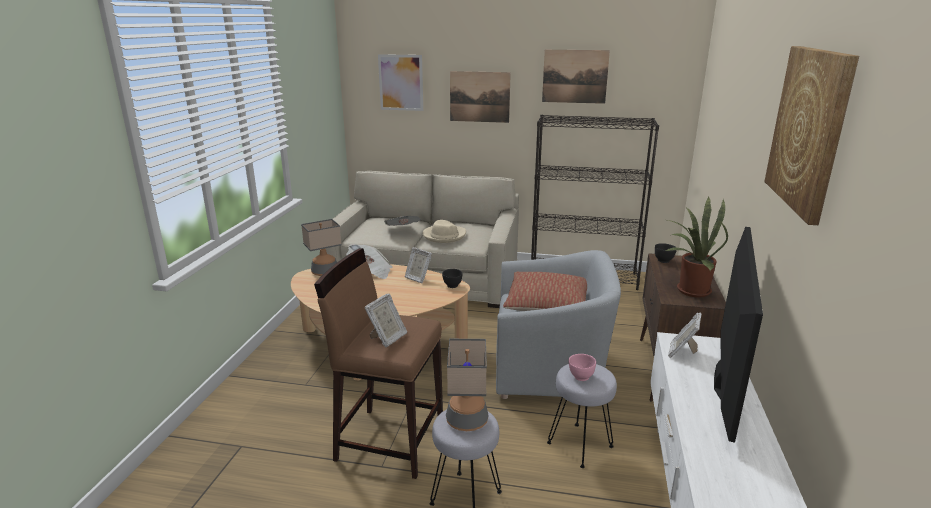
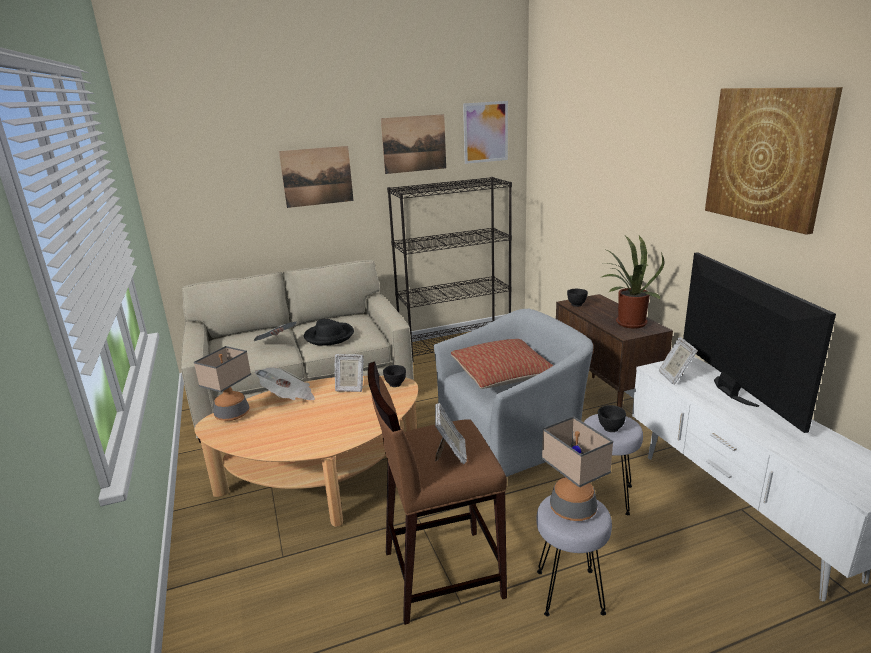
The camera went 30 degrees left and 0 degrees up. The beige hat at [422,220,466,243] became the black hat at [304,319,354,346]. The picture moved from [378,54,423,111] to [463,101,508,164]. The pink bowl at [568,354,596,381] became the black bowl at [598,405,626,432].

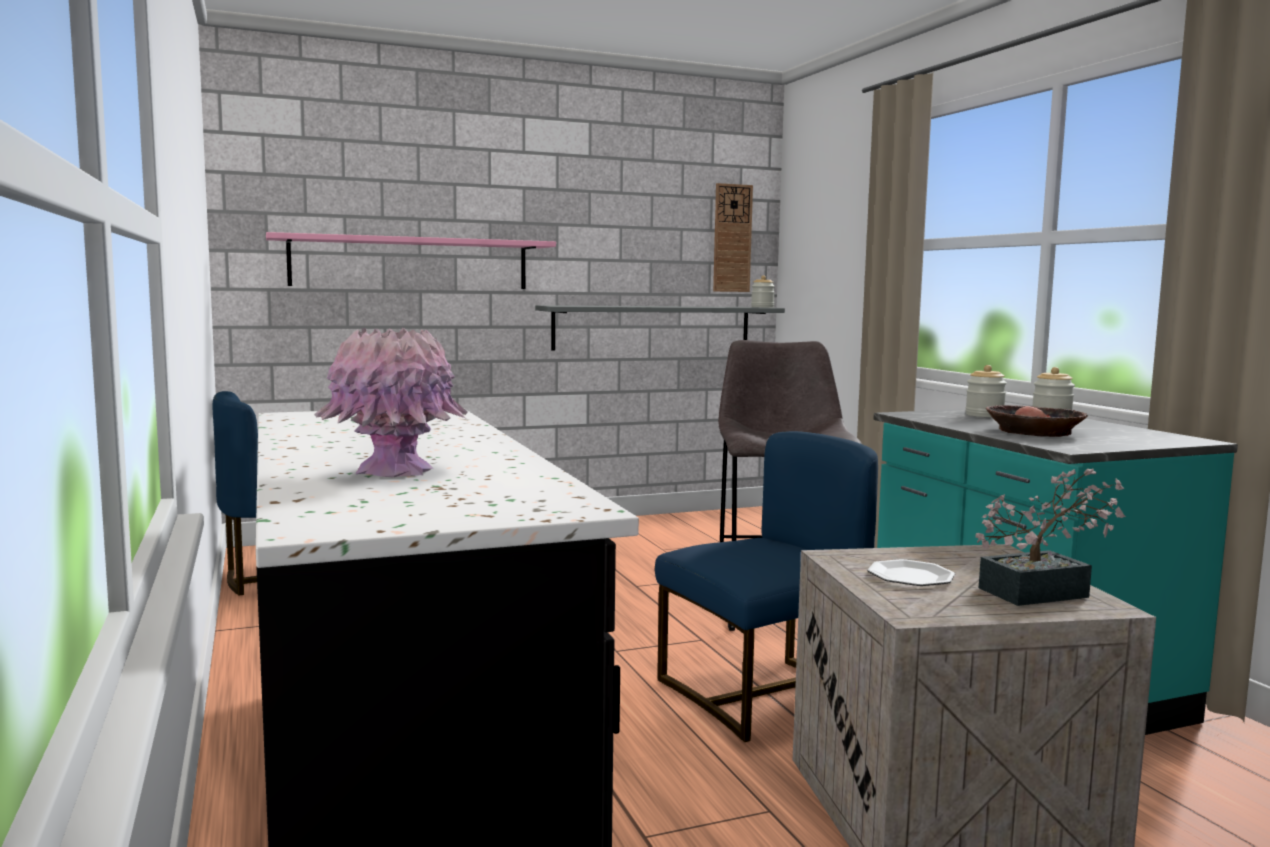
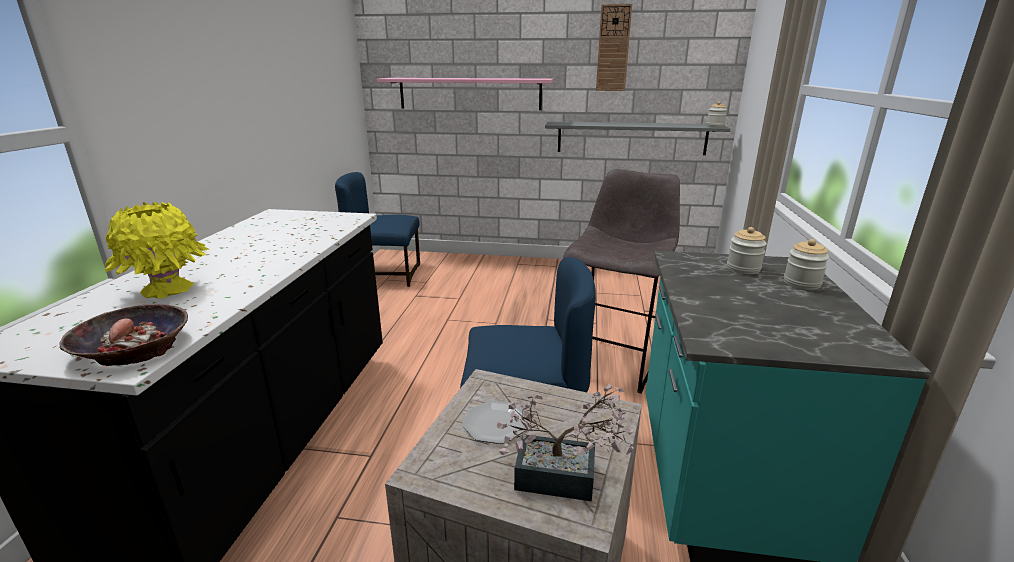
The camera went 30 degrees right and 15 degrees up. The bowl moved from [986,405,1087,437] to [60,304,188,366]. The pink vase at [314,328,468,477] became the yellow vase at [105,202,209,298]. The wall clock moved from [713,183,753,292] to [596,4,632,91].

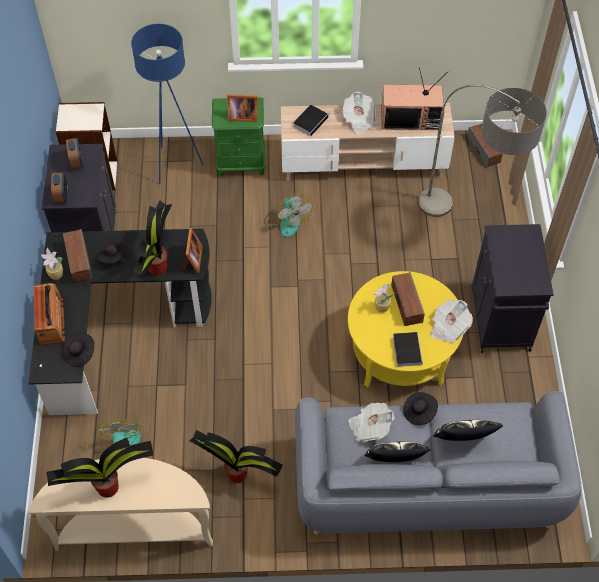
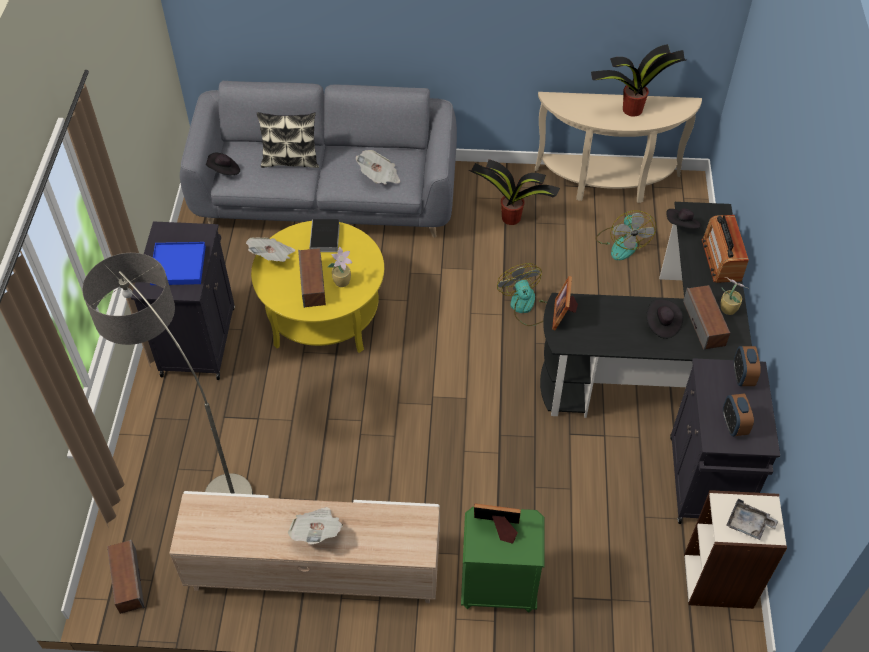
The camera went 175 degrees left and 5 degrees down. The blue tray at [150,242,206,285] appeared. The black hat moved from [403,392,438,426] to [205,153,240,175]. The fan moved from [264,193,313,238] to [497,263,547,326]. The grey tray at [727,499,778,540] appeared. The blue floor lamp at [131,24,203,184] disappeared. The potted plant at [133,200,172,276] disappeared. The book at [293,105,328,136] disappeared. The pillow at [364,442,431,462] disappeared. The television at [381,68,448,130] disappeared.

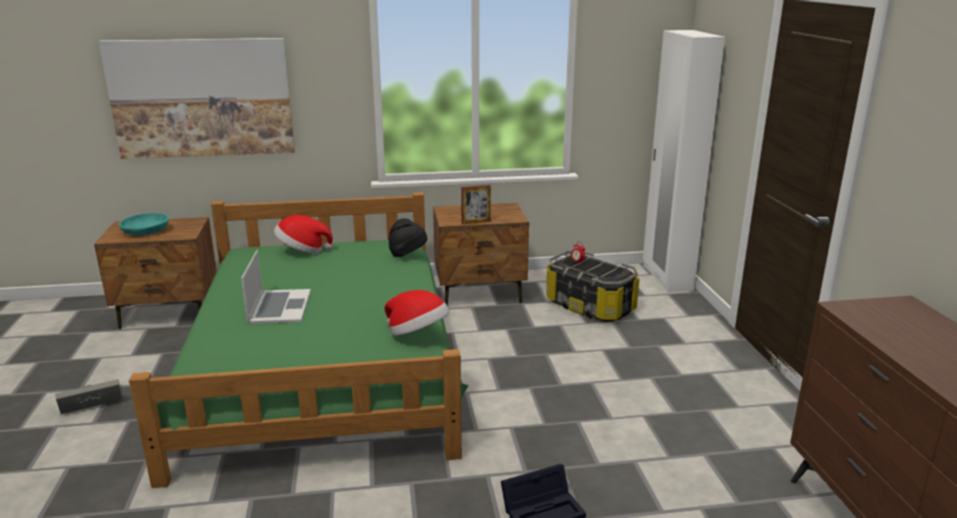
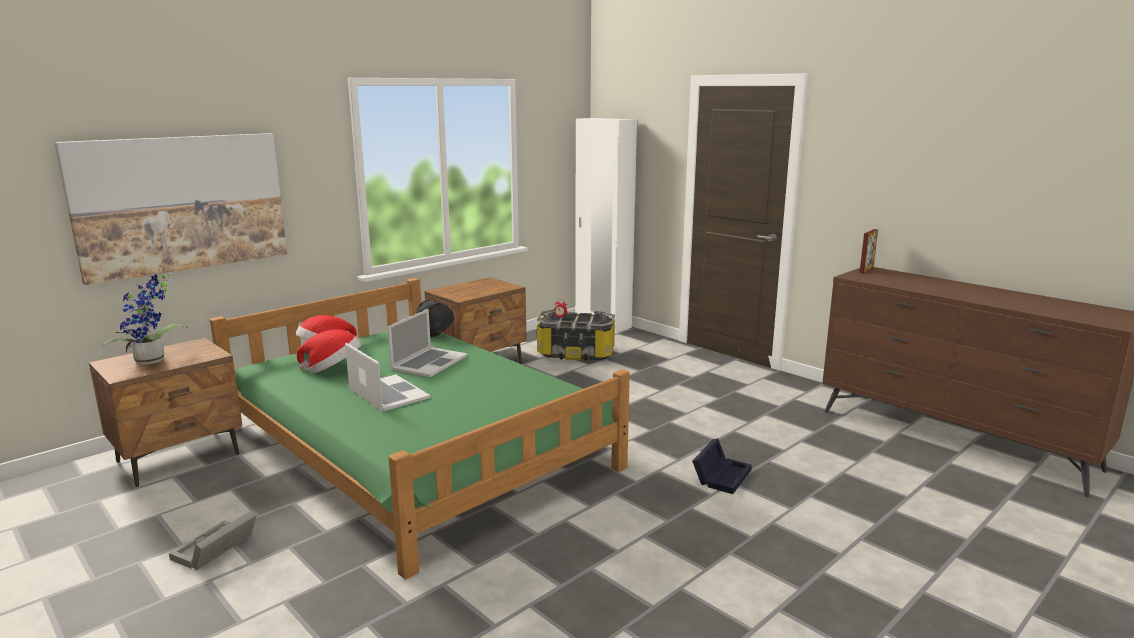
The camera went 35 degrees left and 5 degrees down. The turquoise bowl at [119,213,169,235] was replaced by the potted plant at [103,272,186,364]. The hat moved from [385,290,450,336] to [297,329,361,373]. The laptop at [388,309,468,377] appeared. The picture frame moved from [461,185,491,224] to [860,229,878,273].

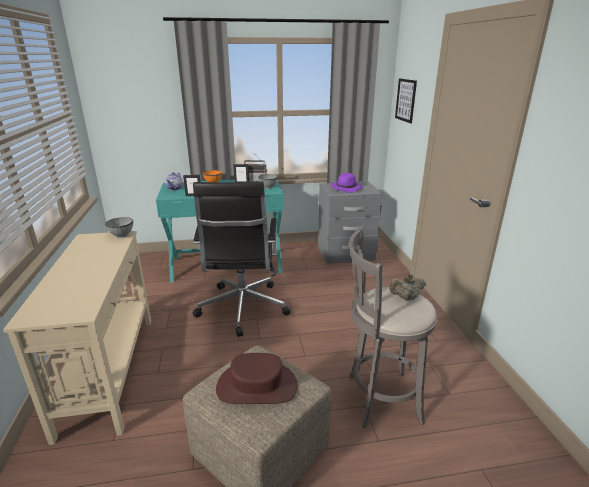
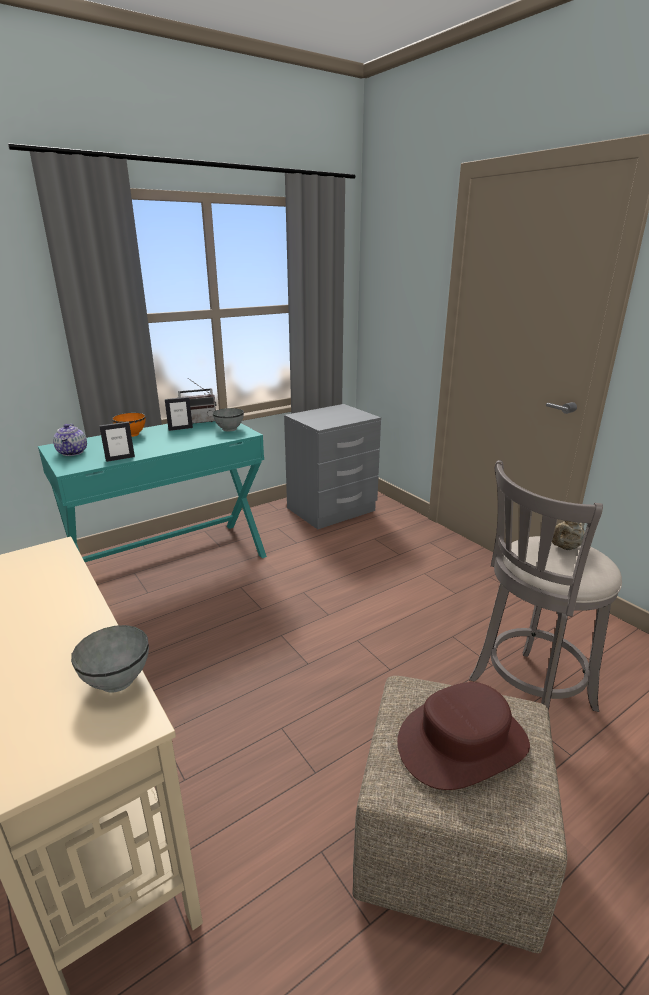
The camera went 25 degrees left and 0 degrees up. The grey bowl moved from [105,217,133,238] to [71,625,149,693]. The black office chair at [193,181,291,337] disappeared. The purple hat at [331,173,363,193] disappeared. The picture at [395,79,417,123] disappeared.

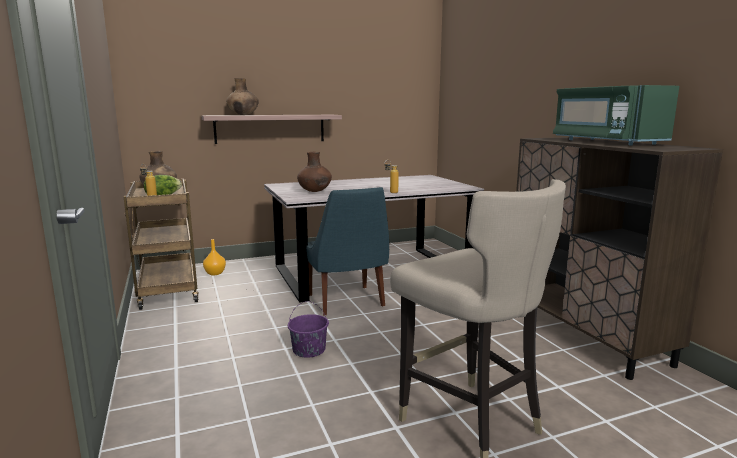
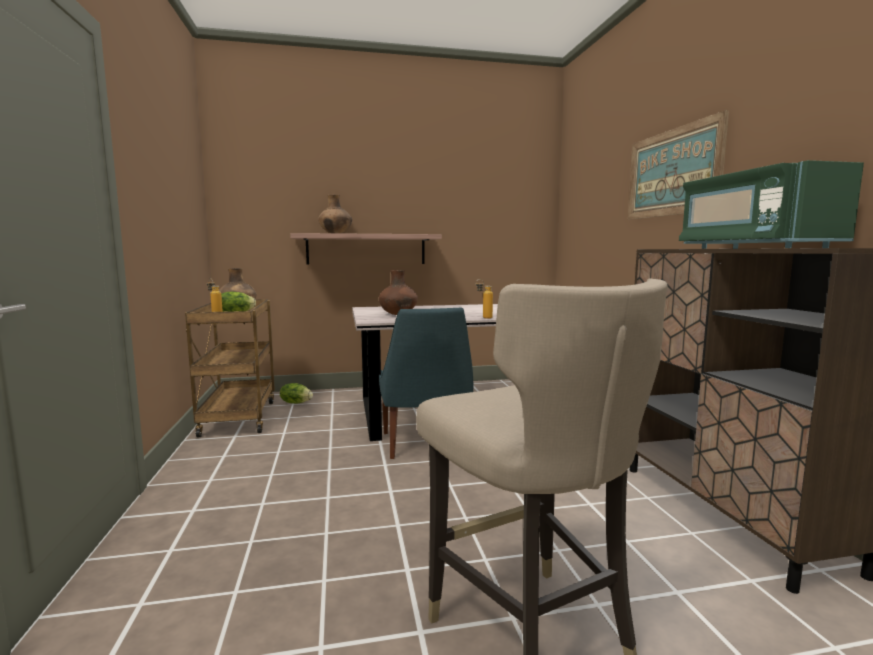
The camera went 10 degrees right and 5 degrees down. The orange vase at [203,239,226,275] was replaced by the lettuce at [280,383,313,404]. The picture at [628,110,729,220] appeared. The purple bucket at [288,301,329,358] disappeared.

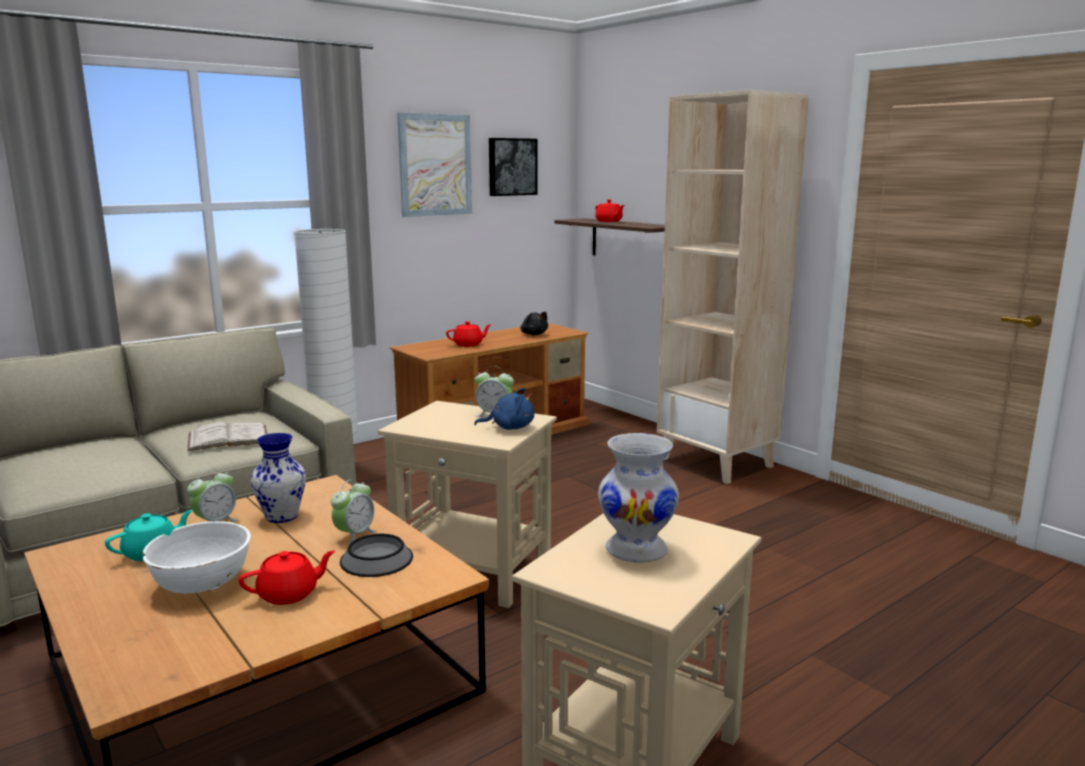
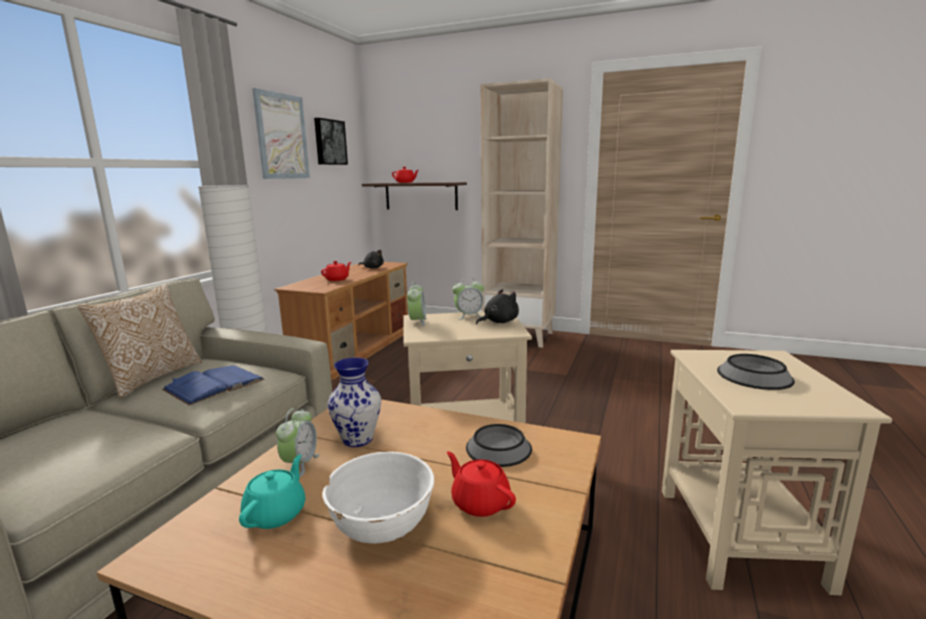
The camera went 30 degrees left and 0 degrees up. The pillow at [78,284,202,398] appeared. The white book at [187,421,267,451] became the blue book at [162,365,265,405]. The alarm clock moved from [331,479,376,545] to [407,282,427,326]. The red teapot at [239,551,335,605] turned 75 degrees counterclockwise. The blue plush toy at [474,388,535,430] became the black plush toy at [476,289,519,325]. The white vase at [598,433,679,563] was replaced by the bowl at [717,354,795,390].

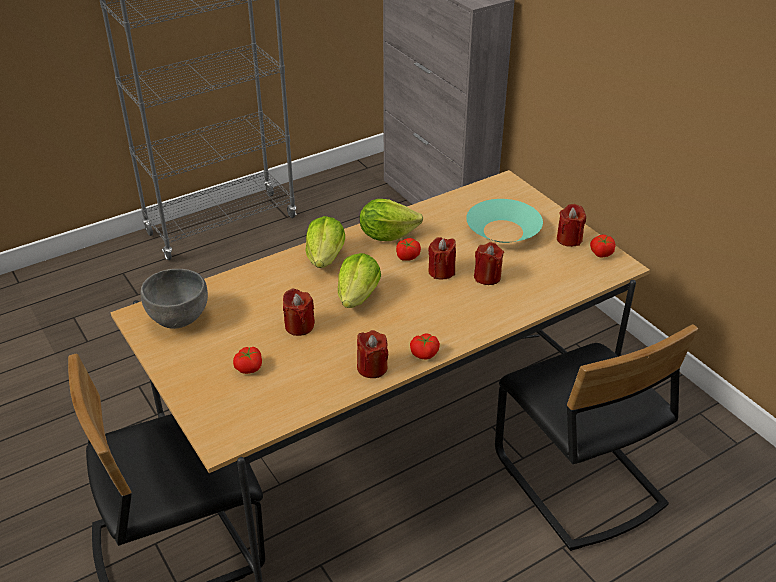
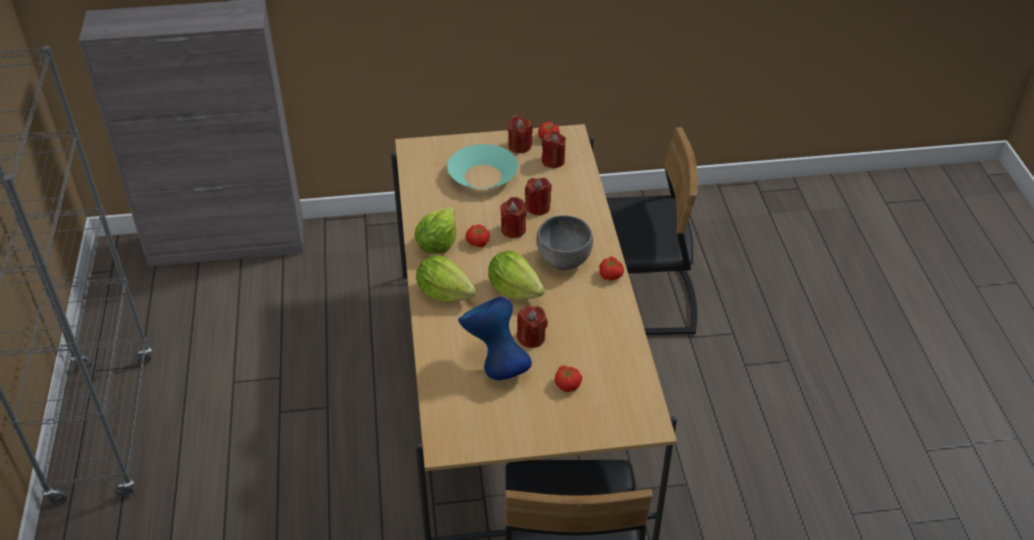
The camera went 65 degrees left and 5 degrees up. The blue vase at [458,297,532,380] appeared. The grey bowl moved from [140,269,208,329] to [536,215,593,270]. The red candle moved from [357,330,389,378] to [542,131,566,168].

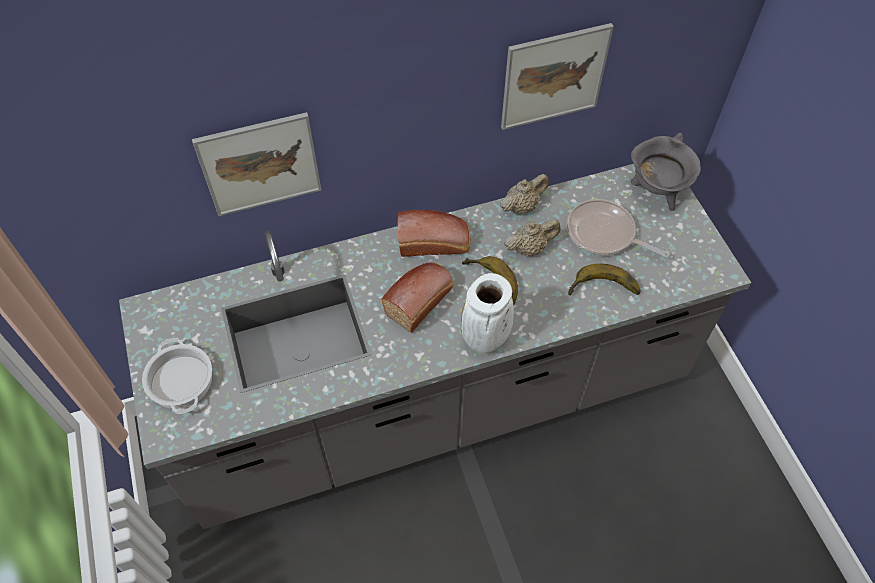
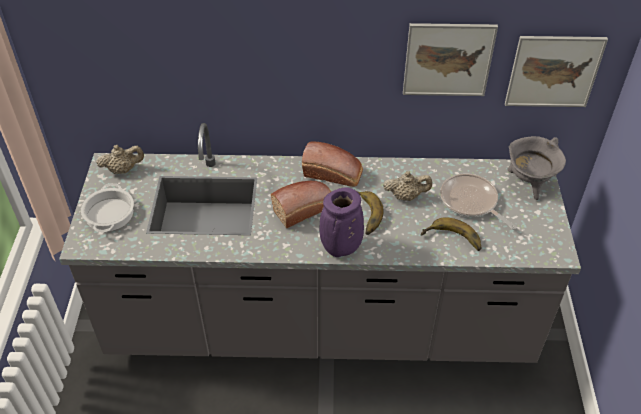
The camera went 20 degrees right and 10 degrees down. The beige teapot moved from [500,174,549,214] to [96,145,144,174]. The white vase at [461,273,514,354] became the purple vase at [320,187,364,257]. The picture moved from [192,112,322,216] to [505,36,608,107].

